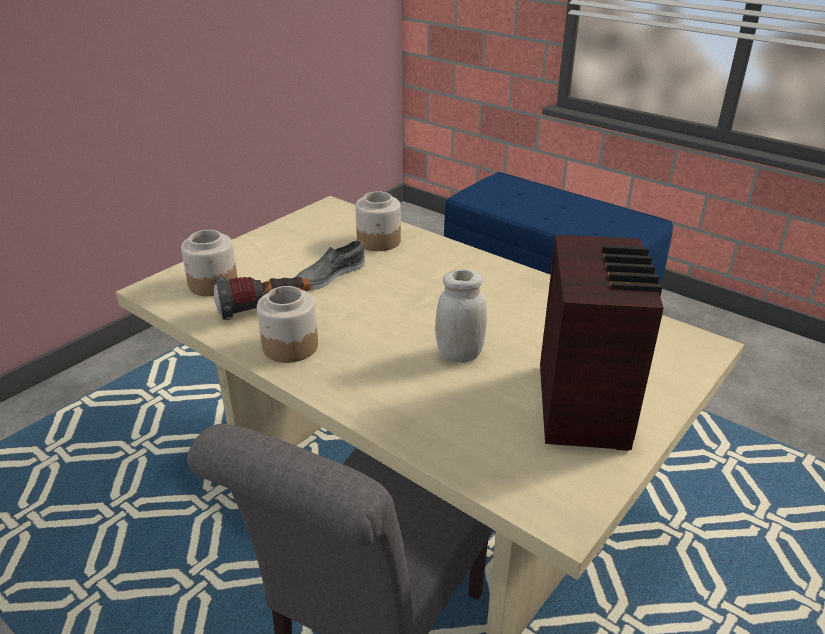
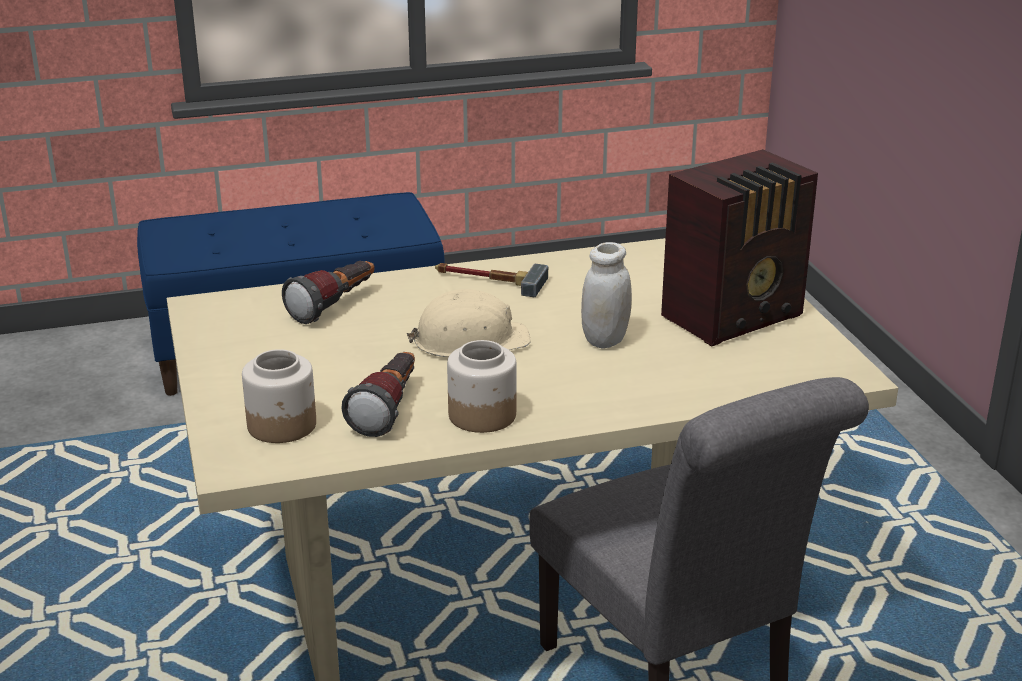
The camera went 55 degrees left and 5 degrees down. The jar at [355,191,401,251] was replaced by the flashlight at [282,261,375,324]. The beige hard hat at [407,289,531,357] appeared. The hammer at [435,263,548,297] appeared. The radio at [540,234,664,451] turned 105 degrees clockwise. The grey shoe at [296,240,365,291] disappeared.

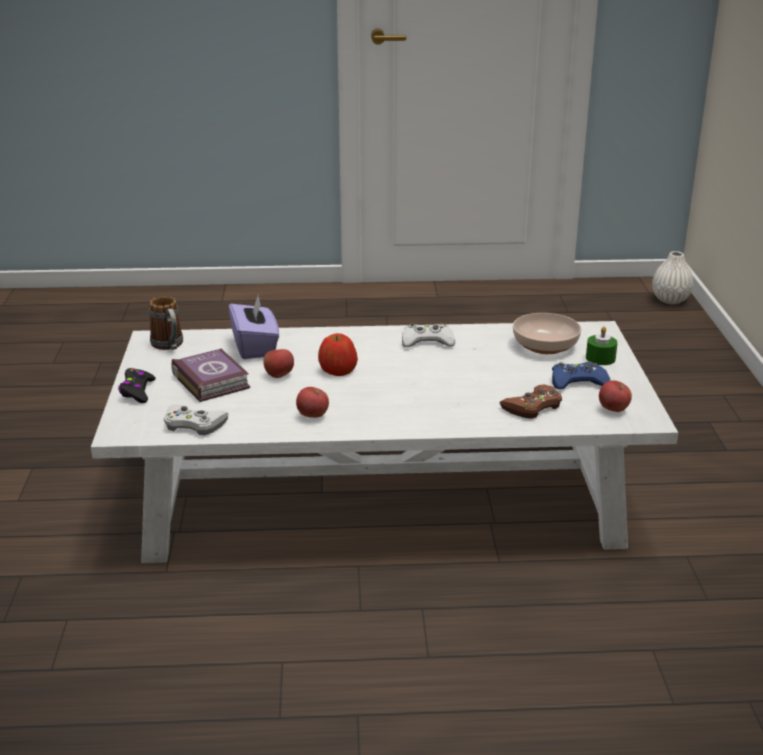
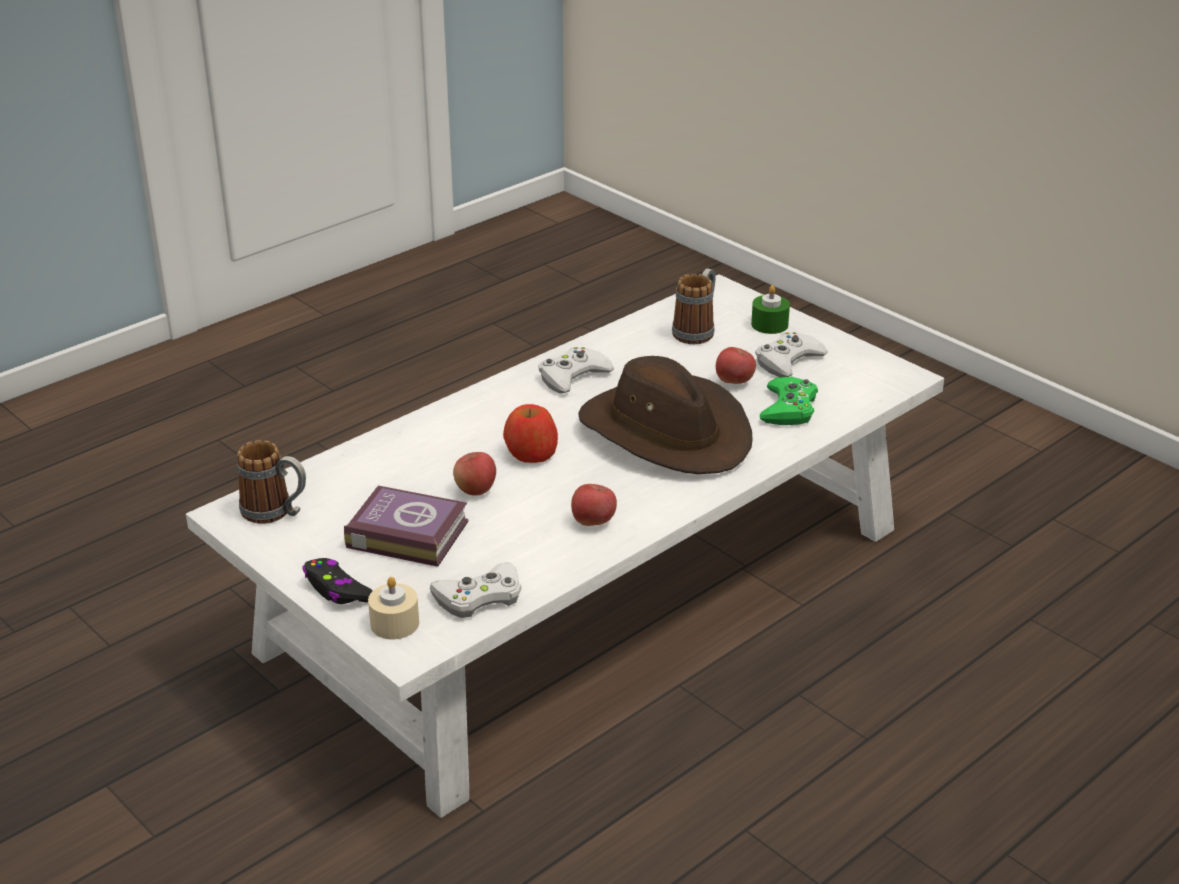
The camera went 40 degrees left and 5 degrees up. The beige candle at [368,577,419,639] appeared. The brown hat at [578,356,753,474] appeared. The bowl at [513,313,581,354] was replaced by the mug at [672,268,716,344]. The apple moved from [599,380,632,412] to [716,347,756,384]. The blue game controller at [552,362,610,389] became the white game controller at [755,332,828,377]. The brown game controller at [499,384,562,419] became the green game controller at [760,377,818,425]. The purple tissue box at [229,293,279,359] disappeared. The white vase at [652,251,694,304] disappeared.

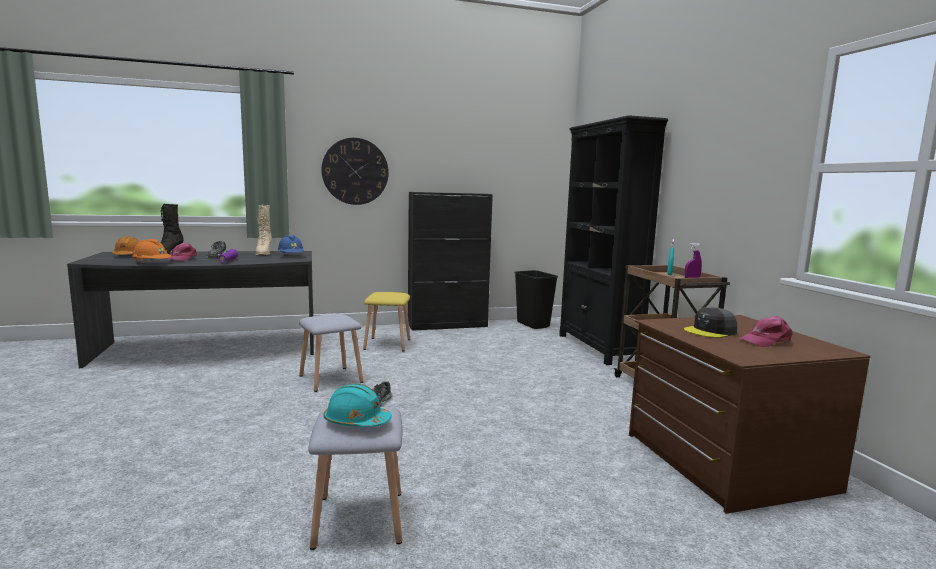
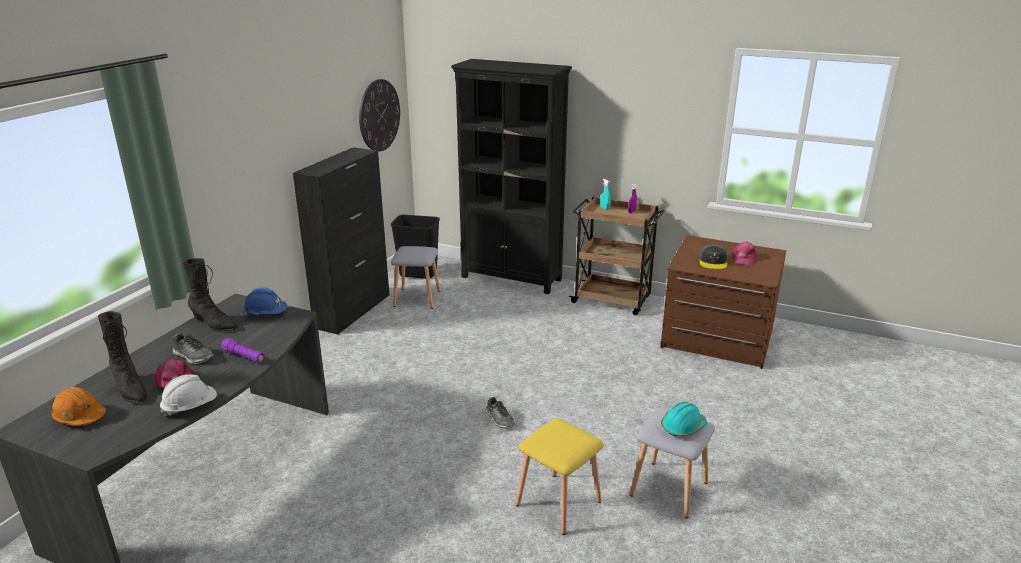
The camera went 50 degrees left and 15 degrees up. The orange hard hat at [132,239,172,263] became the white hard hat at [160,375,217,416]. The beige boot at [256,205,272,255] became the black boot at [182,258,238,332]. The wall clock moved from [322,138,389,205] to [359,79,400,152]. The grey stool moved from [299,314,364,392] to [391,246,441,309]. The yellow stool moved from [363,292,410,351] to [516,419,604,535].

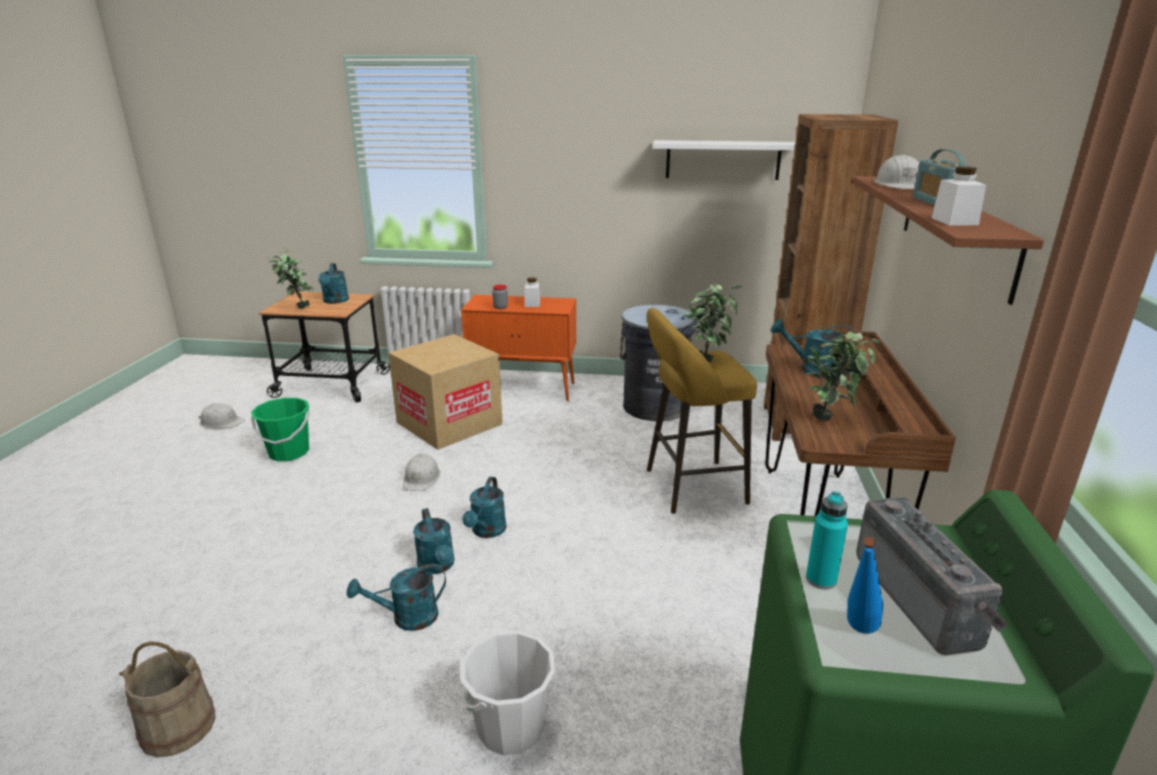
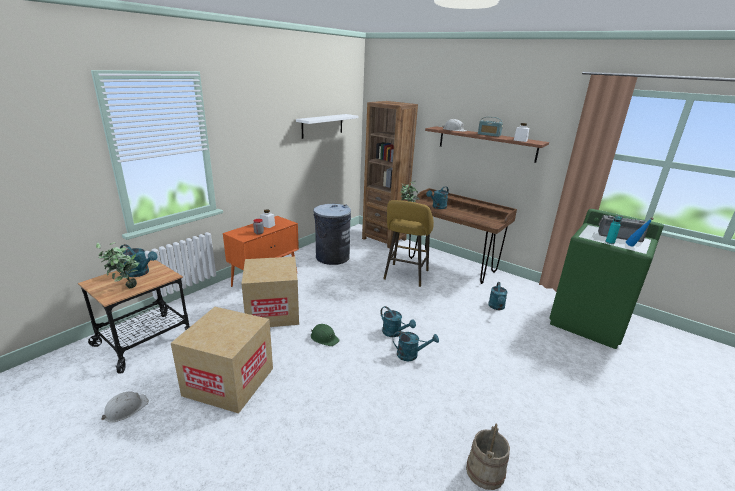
The camera went 60 degrees left and 0 degrees up. The green bucket at [251,398,310,461] was replaced by the cardboard box at [171,307,273,414]. The white hard hat at [403,454,440,491] became the green hard hat at [311,324,340,346]. The turquoise watering can moved from [347,563,446,631] to [488,282,508,310]. The white bucket at [460,631,556,756] disappeared. The potted plant at [806,332,881,421] disappeared.

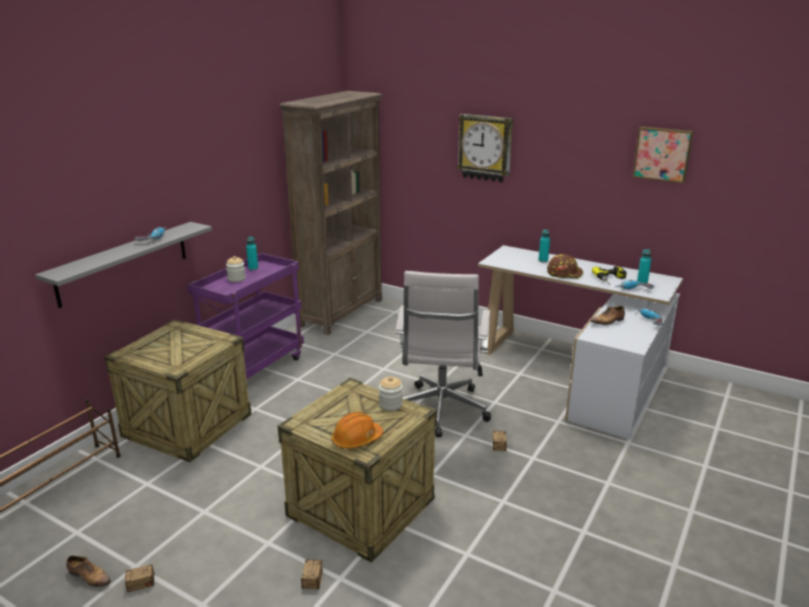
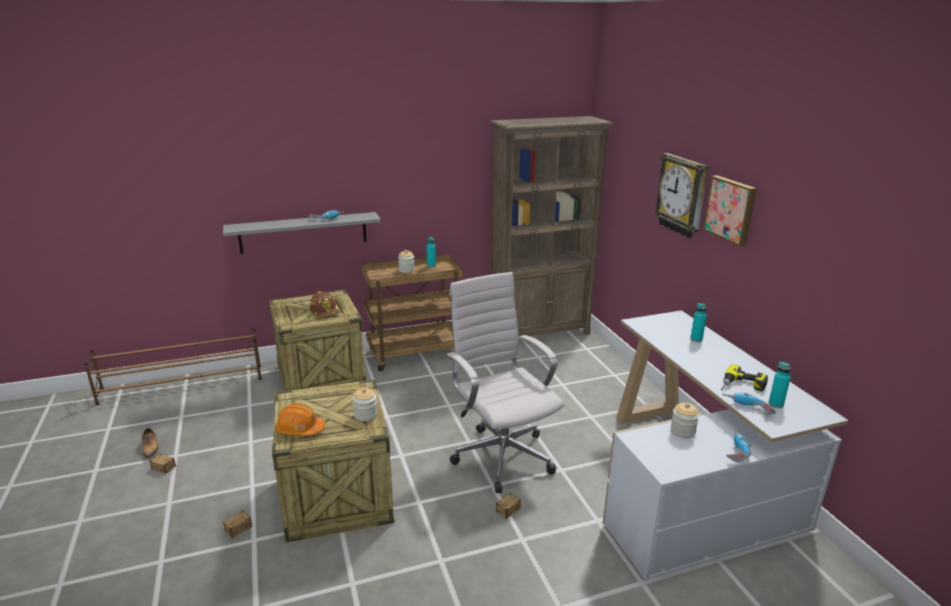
The camera went 40 degrees right and 0 degrees up. The brown hard hat moved from [547,254,583,279] to [310,292,340,318]. The purple cart at [188,253,304,388] became the brown cart at [361,254,463,371]. The white office chair at [395,271,491,437] turned 105 degrees clockwise. The shoe at [591,306,625,325] was replaced by the jar at [671,403,699,438]. The picture moved from [632,126,694,184] to [703,175,757,246].

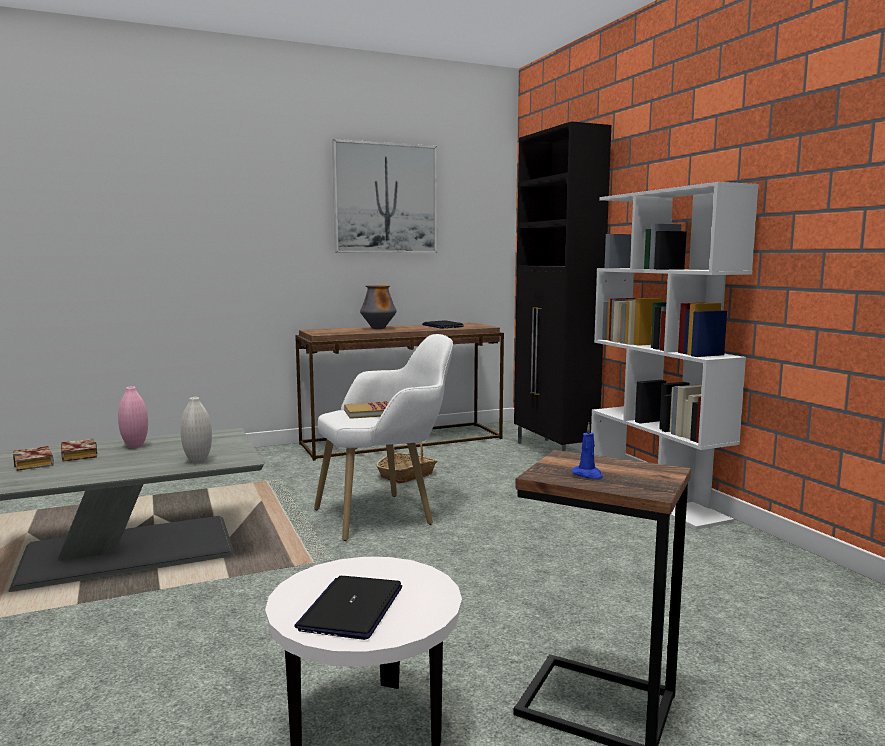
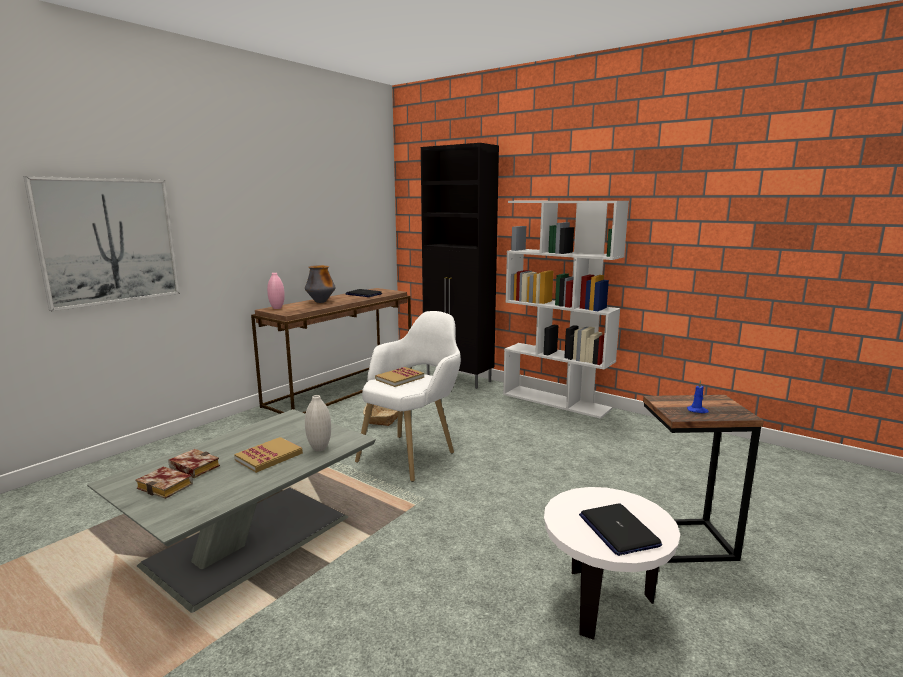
The camera went 30 degrees left and 5 degrees up. The picture moved from [332,139,437,253] to [23,176,180,311]. The book at [234,437,303,473] appeared. The pink vase moved from [118,386,148,448] to [267,273,285,309].

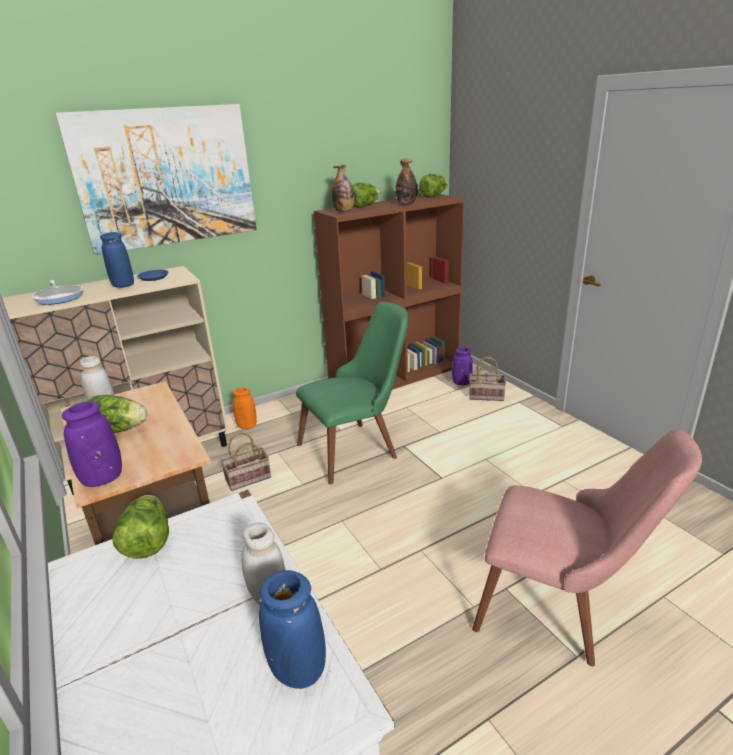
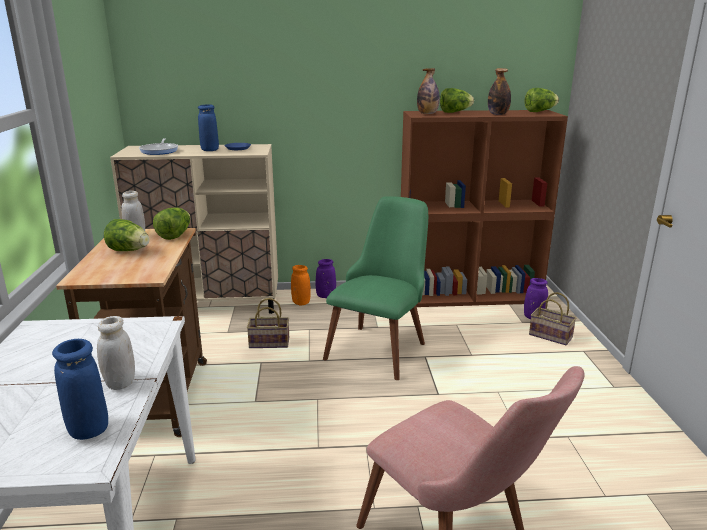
The camera went 25 degrees right and 5 degrees down. The lettuce moved from [112,495,169,559] to [153,207,190,240]. The purple vase moved from [62,401,122,487] to [316,259,336,298]. The green chair at [296,302,409,484] turned 60 degrees counterclockwise. The picture at [55,104,257,255] disappeared.

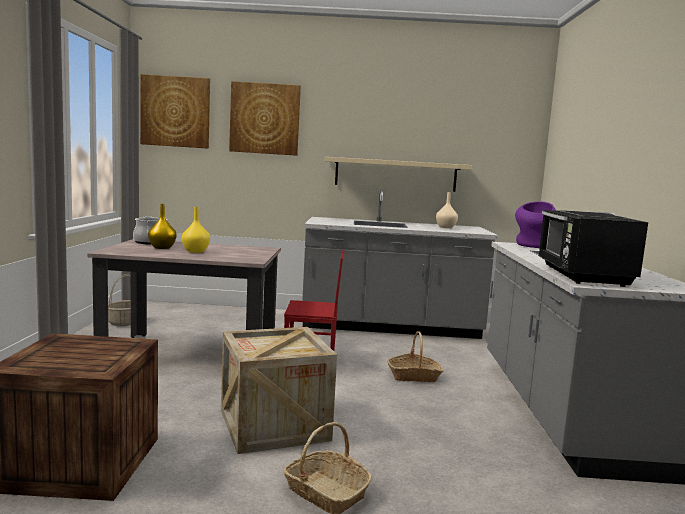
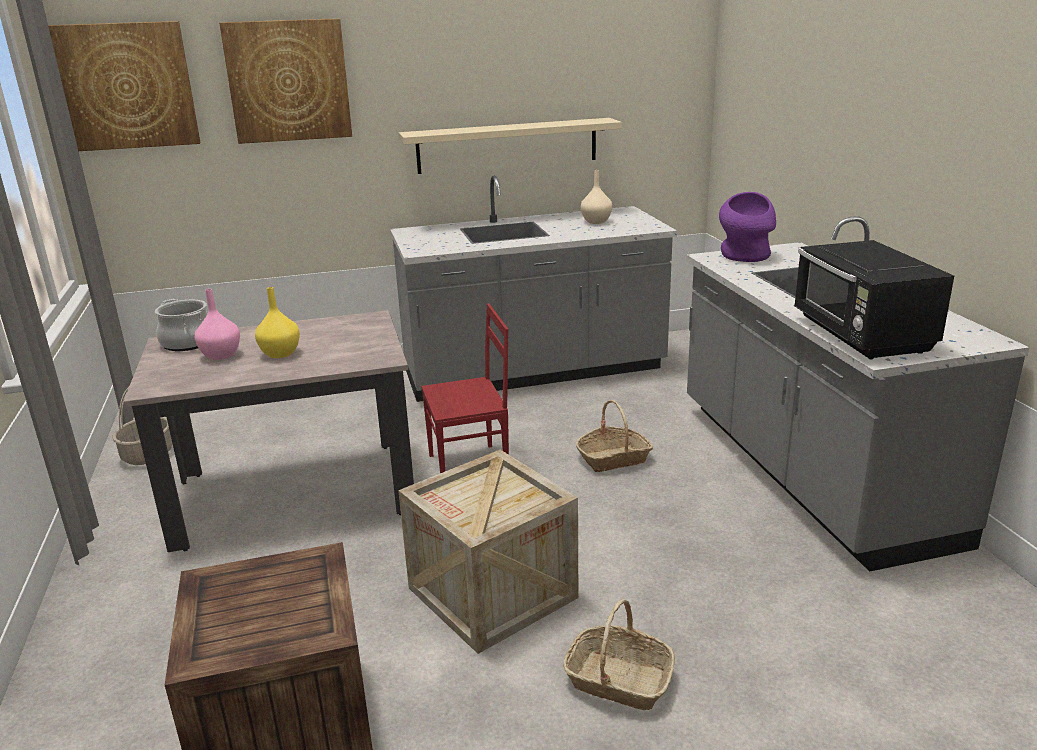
The camera went 15 degrees left and 15 degrees up. The yellow vase at [148,204,177,249] became the pink vase at [195,289,240,360].

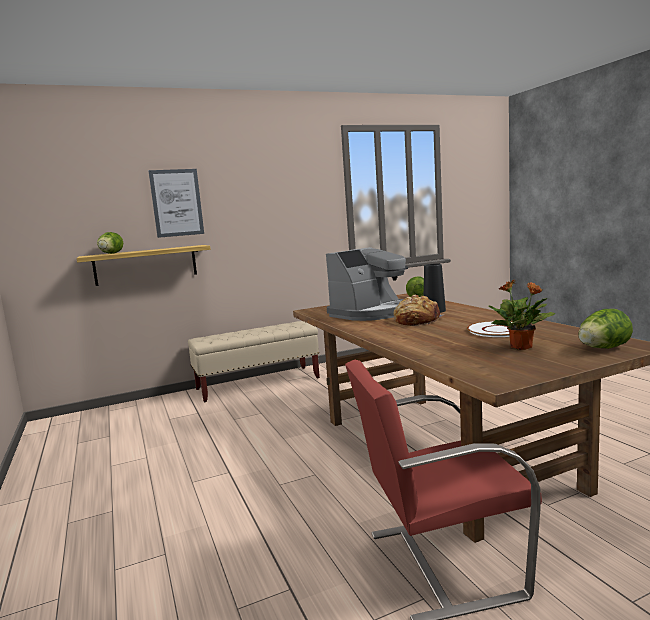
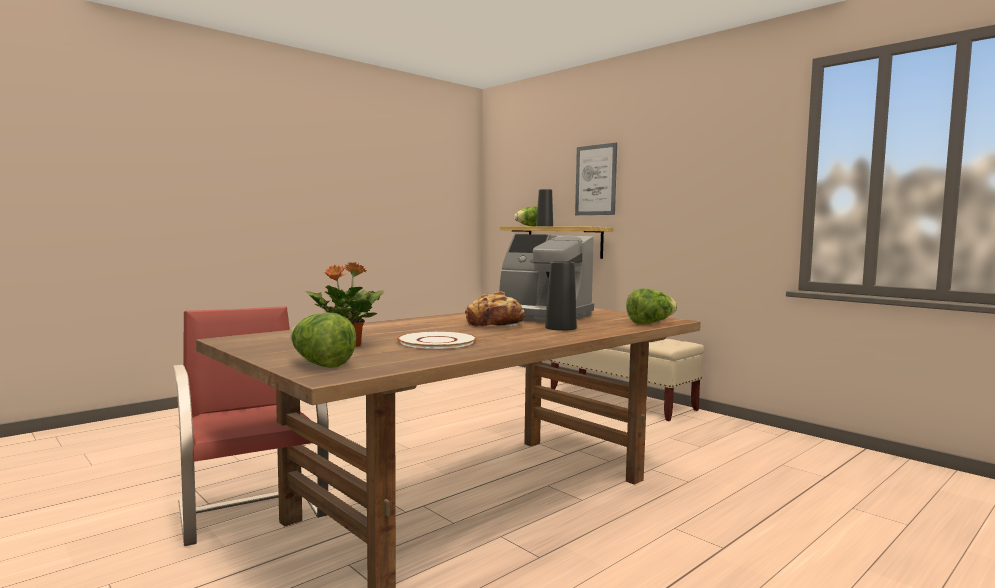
The camera went 70 degrees right and 5 degrees down. The black vase at [536,189,553,227] appeared.

